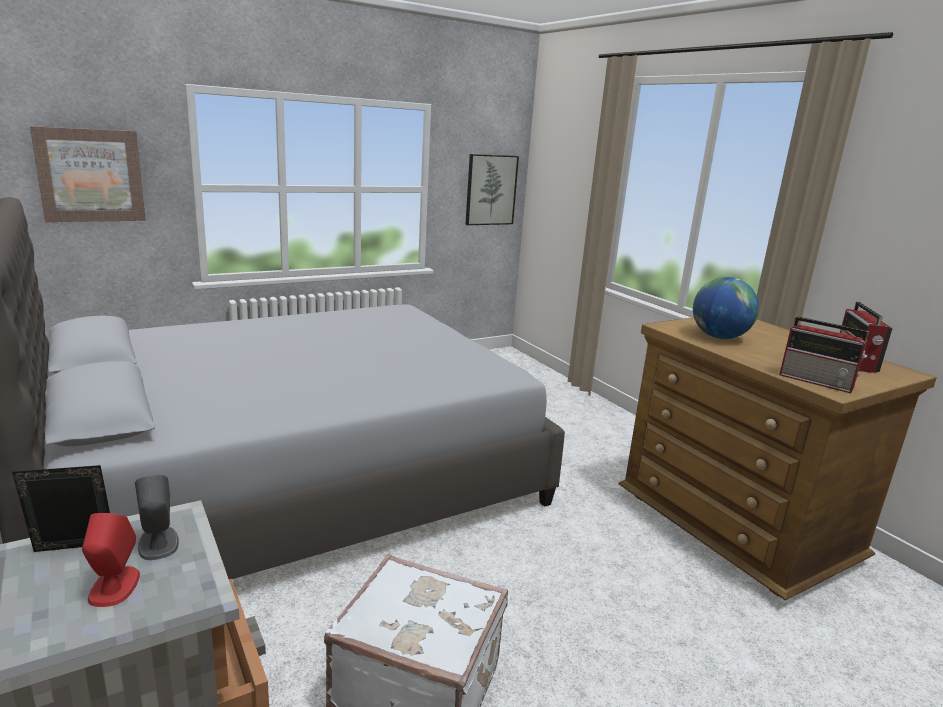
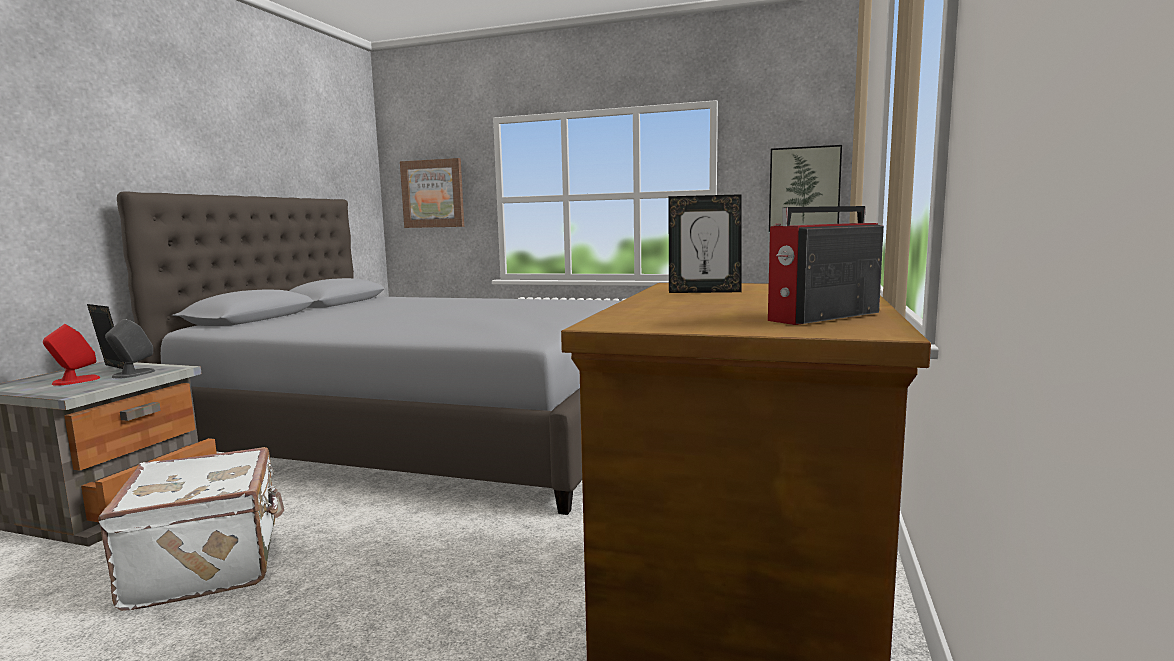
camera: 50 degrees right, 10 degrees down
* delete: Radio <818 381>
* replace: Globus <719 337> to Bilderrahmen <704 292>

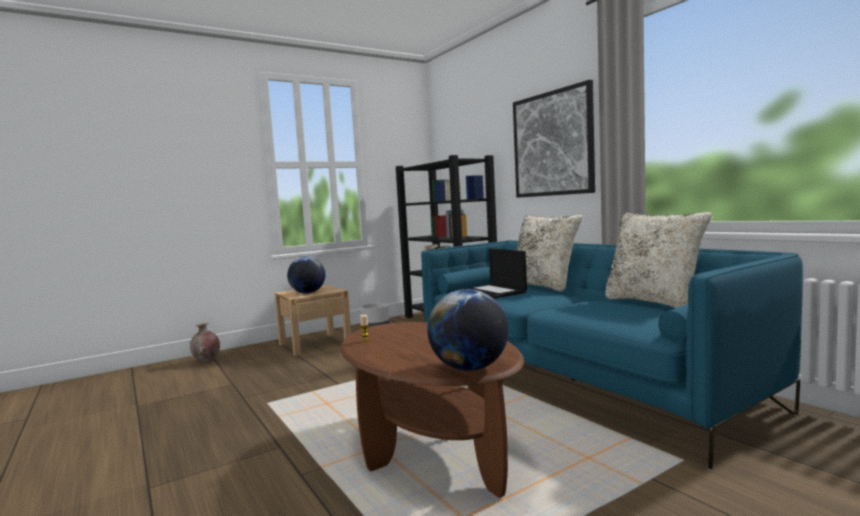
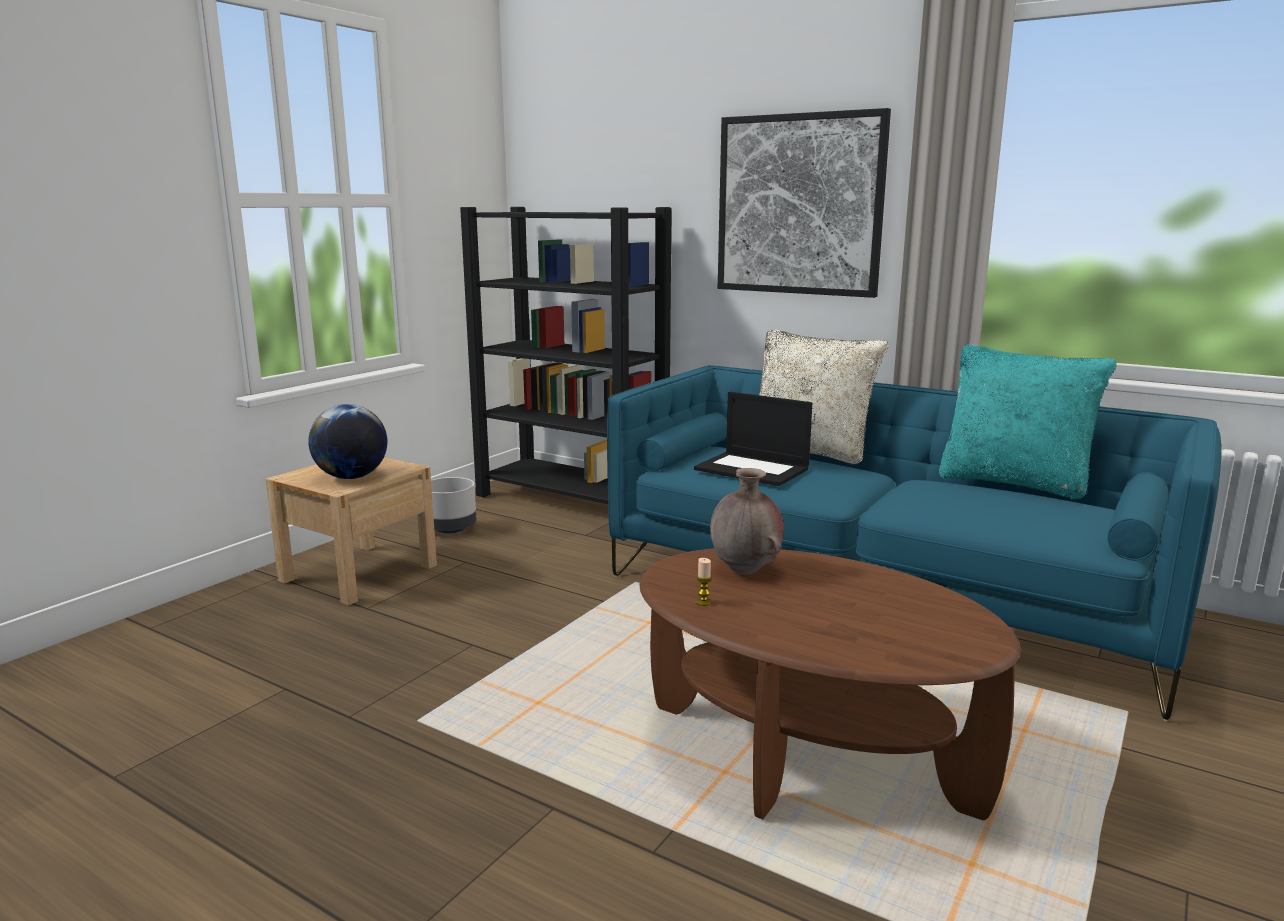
camera: 25 degrees left, 10 degrees up
* delete: Globus <469 368>
* move: Vase (braun) <207 361> to <746 570>
* recolor: Kissen (beige) <653 304> to Kissen (türkis) <1014 486>

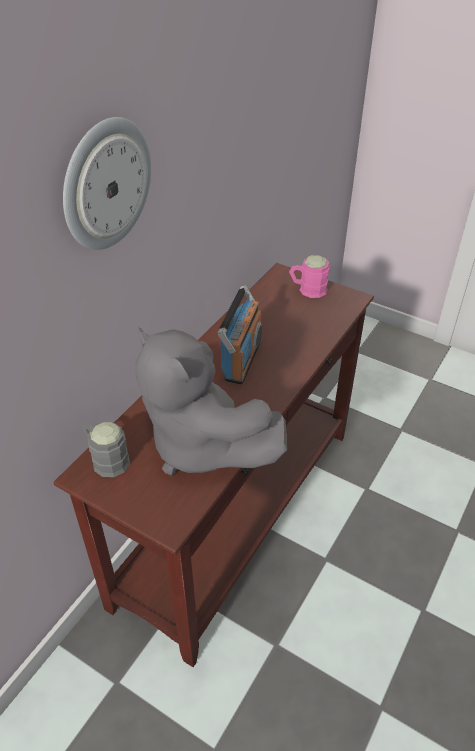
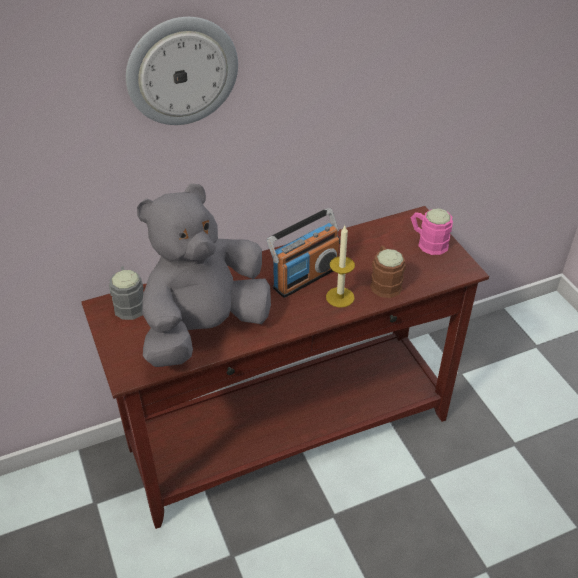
camera: 35 degrees right, 0 degrees up
* insert: Kerze <340 297>
* insert: Henkelbecher (braun) <384 282>
* rotate: Plüschtier (grau) <201 445> = <205 329> 60 degrees clockwise

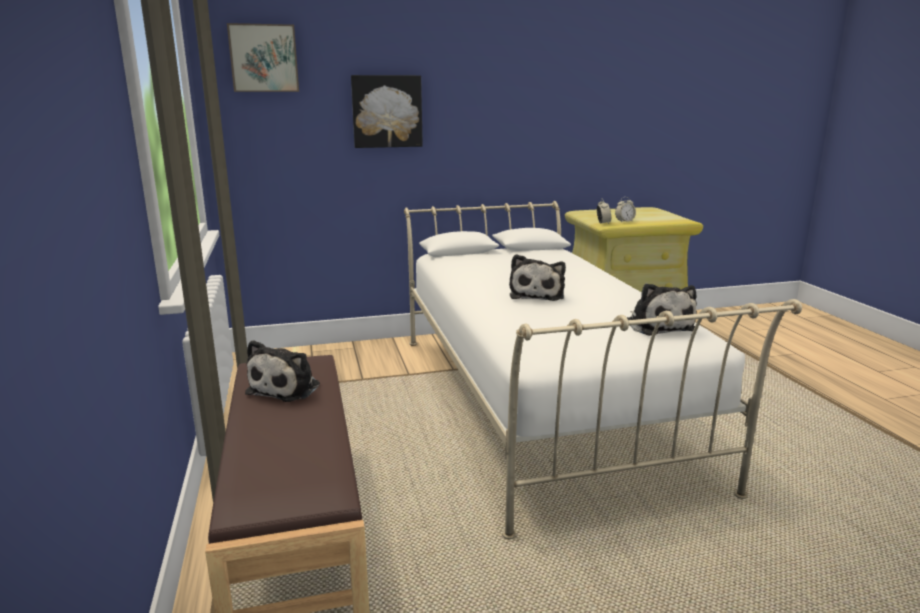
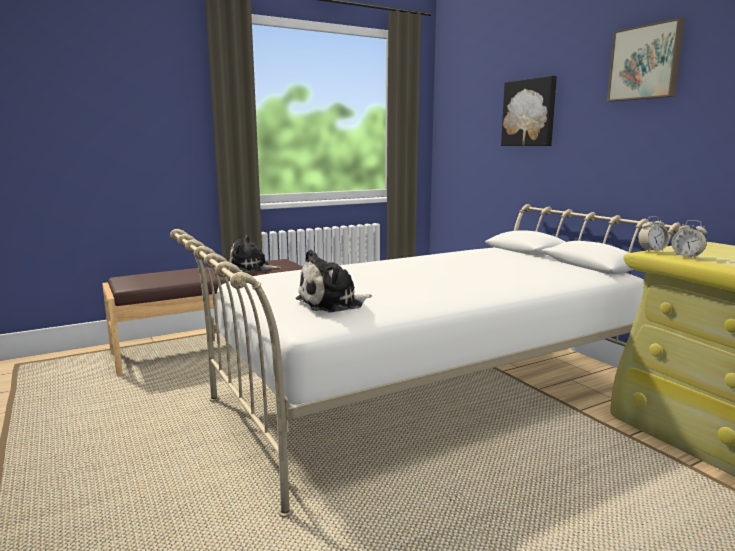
camera: 75 degrees right, 5 degrees down
* delete: Plüschtier <537 294>
* move: Bild <264 58> to <645 63>

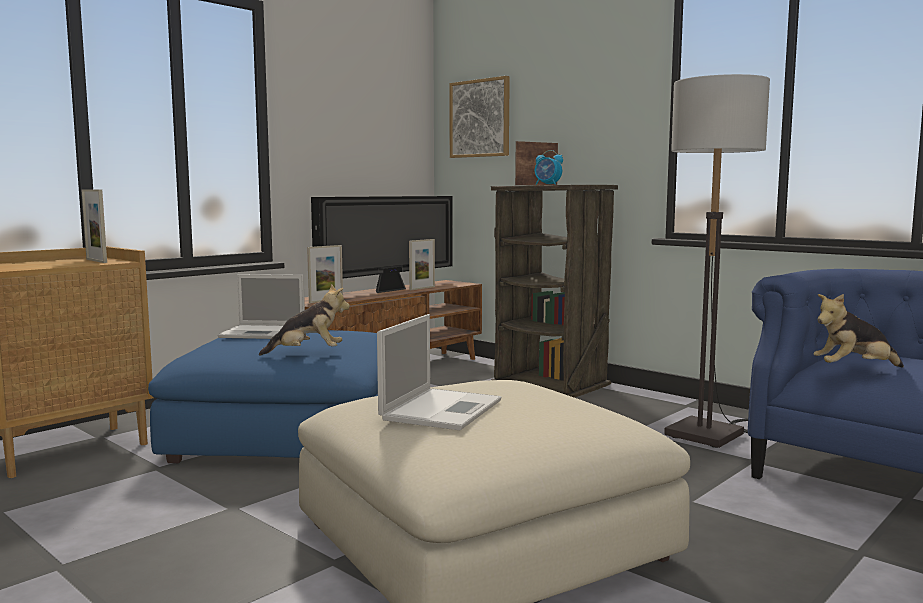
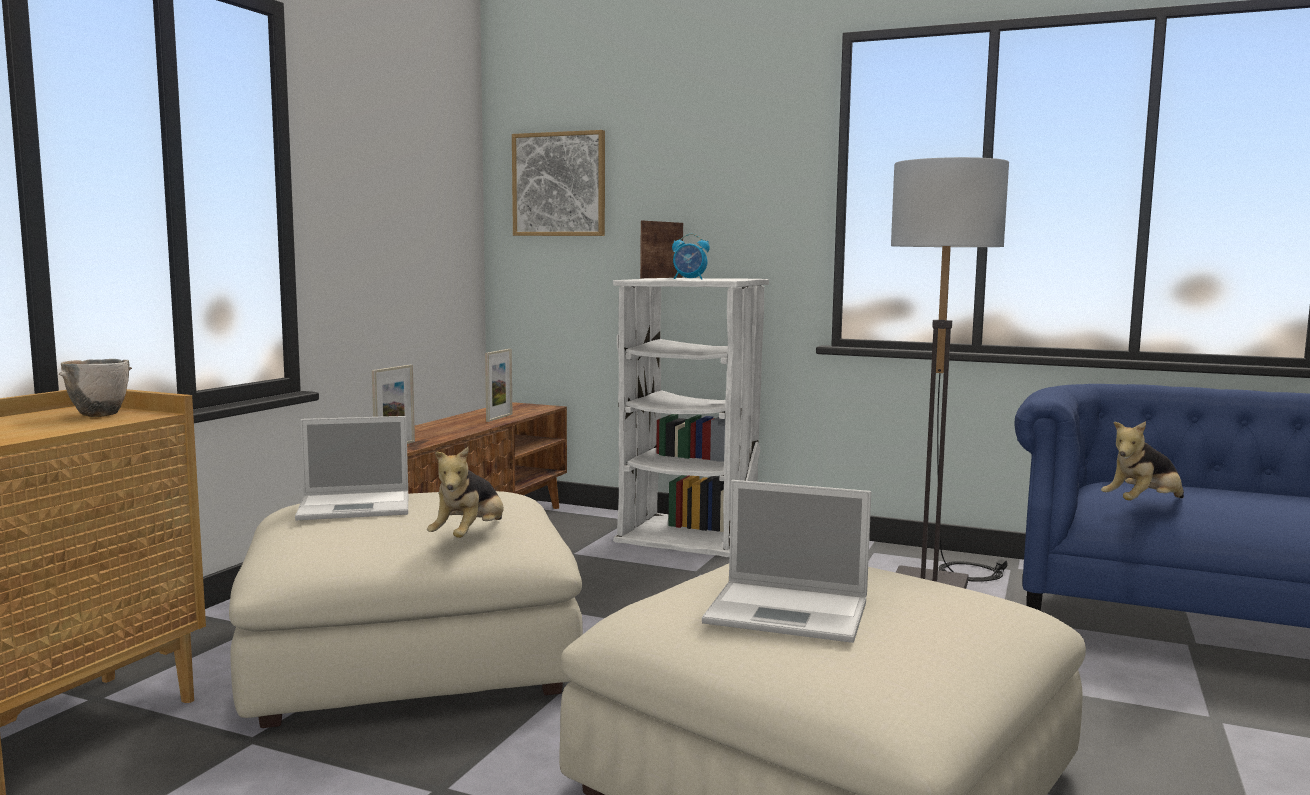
camera: 20 degrees left, 0 degrees up
* delete: Fernseher <389 290>
* replace: Bilderrahmen <96 261> to Schüssel <102 414>
* recolor: Polsterhocker (blau) <292 433> to Polsterhocker (beige) <412 651>
* recolor: Bücherregal (braun) <551 384> to Bücherregal (weiß) <689 536>
* rotate: Plüschtier <308 353> = <470 537> 135 degrees clockwise
* rotate: Laptop <442 409> = <790 612> 105 degrees clockwise

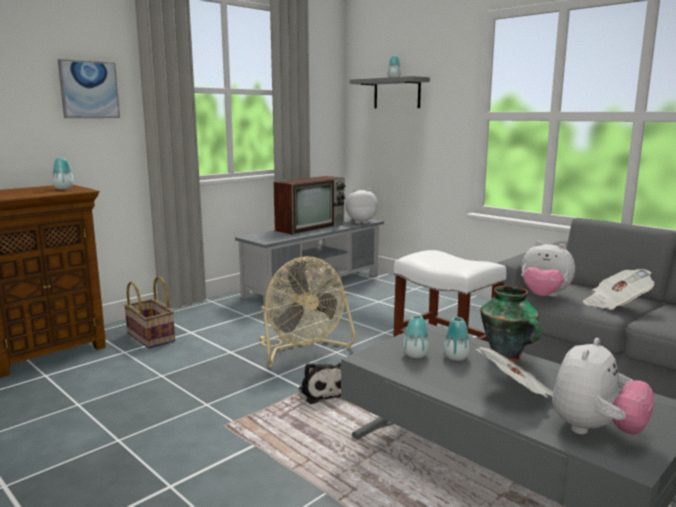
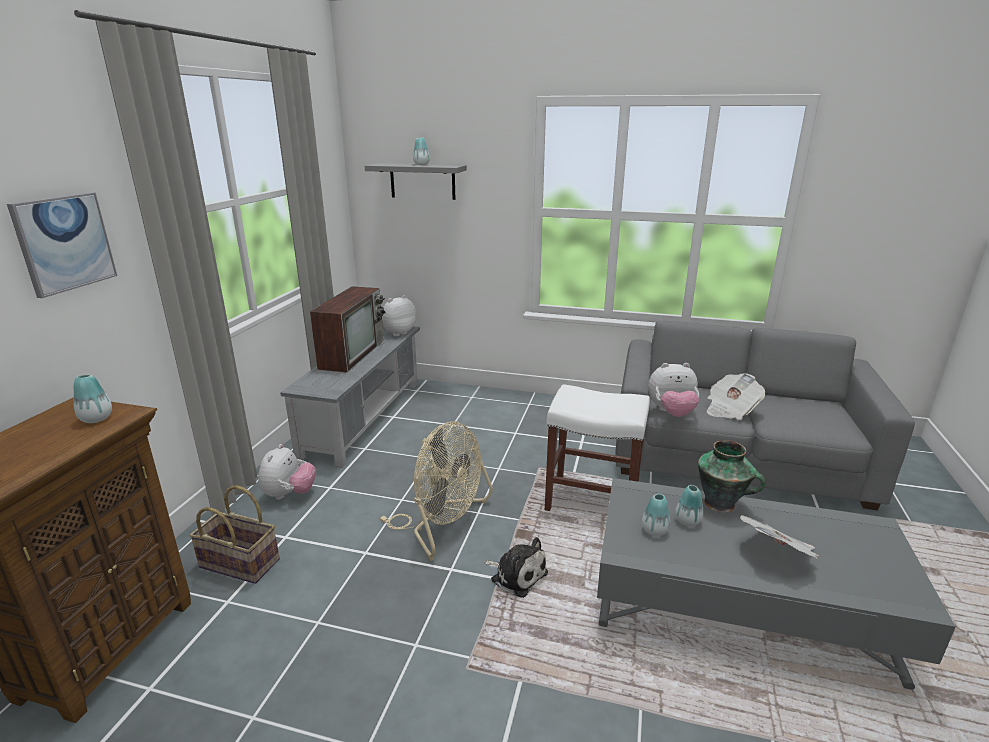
camera: 30 degrees left, 10 degrees up
* move: Plüschtier <595 431> to <289 494>

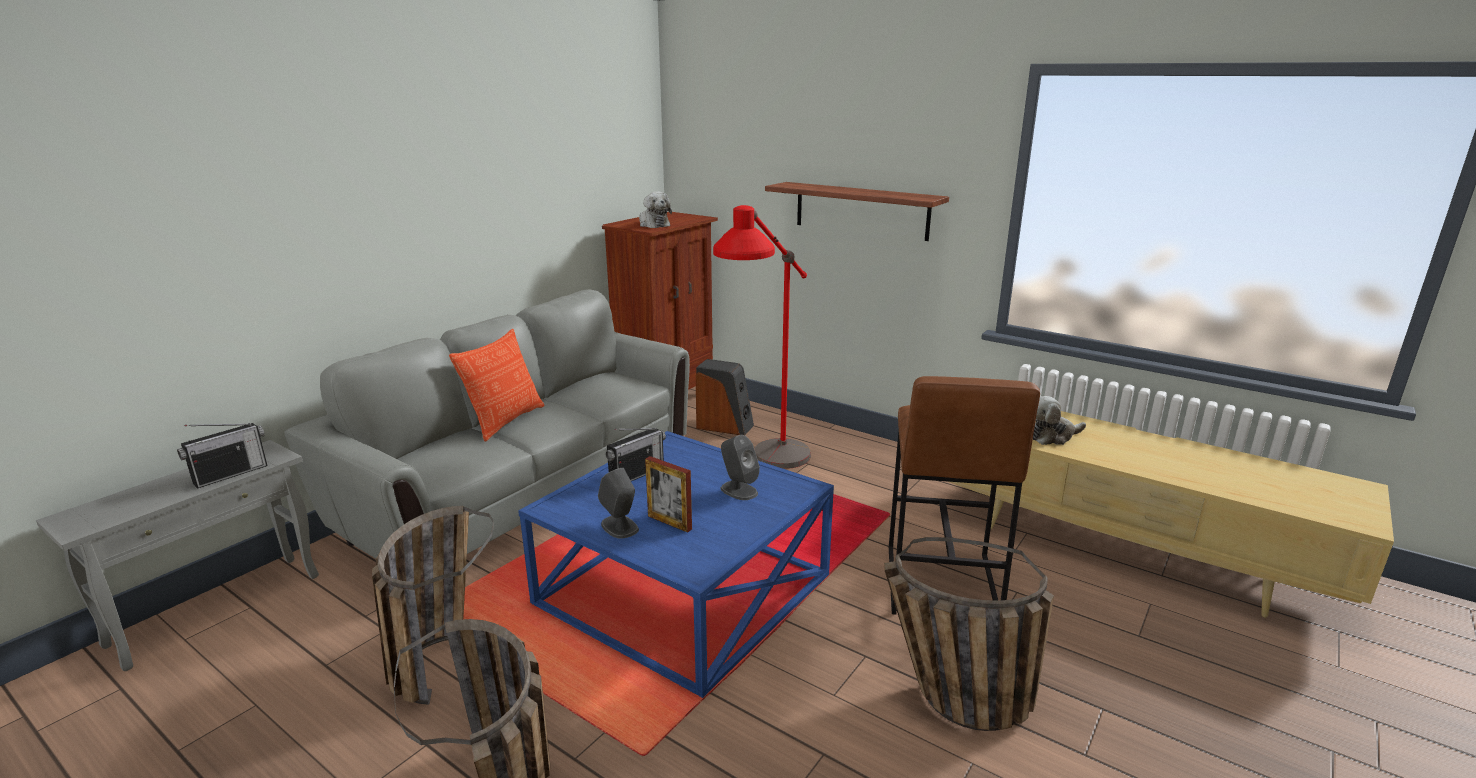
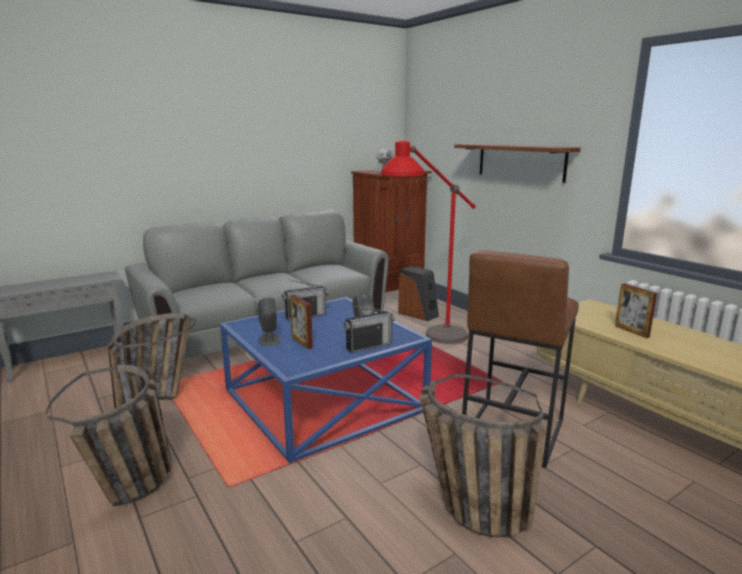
camera: 20 degrees right, 5 degrees down
* delete: Kissen (orange) <505 421>
* move: Radio <230 474> to <368 346>
* replace: Plüschtier <1052 436> to Bilderrahmen <631 331>

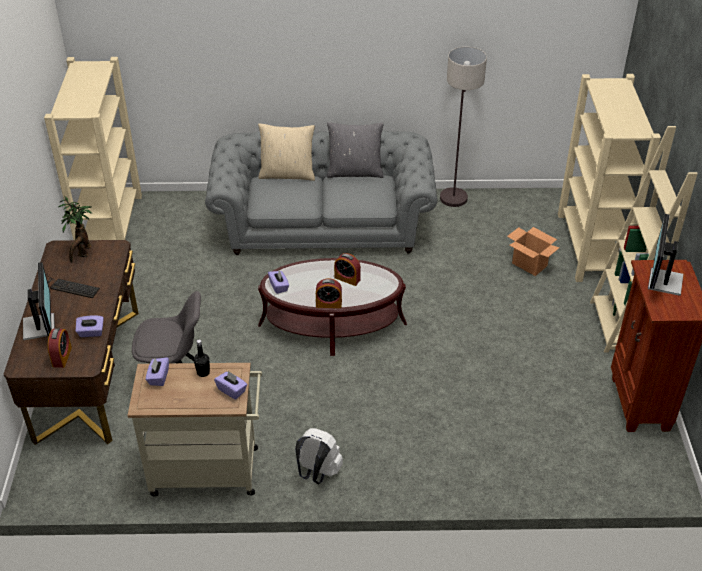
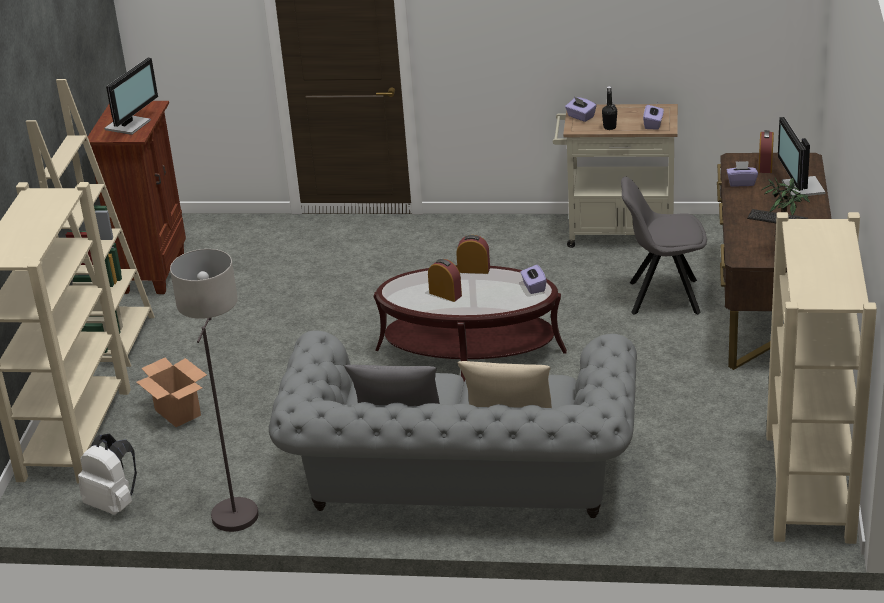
camera: 170 degrees left, 10 degrees down
* move: Rucksack (weiß) <317 473> to <114 504>

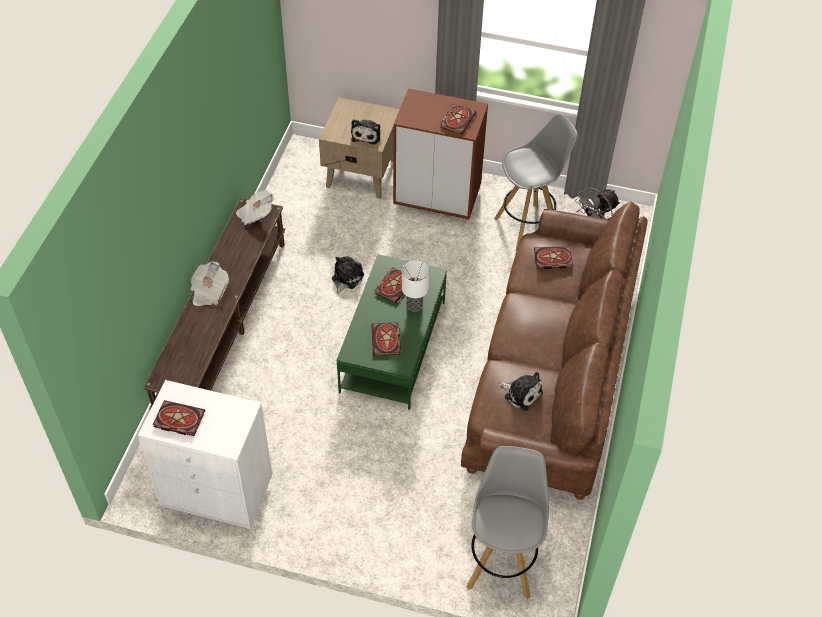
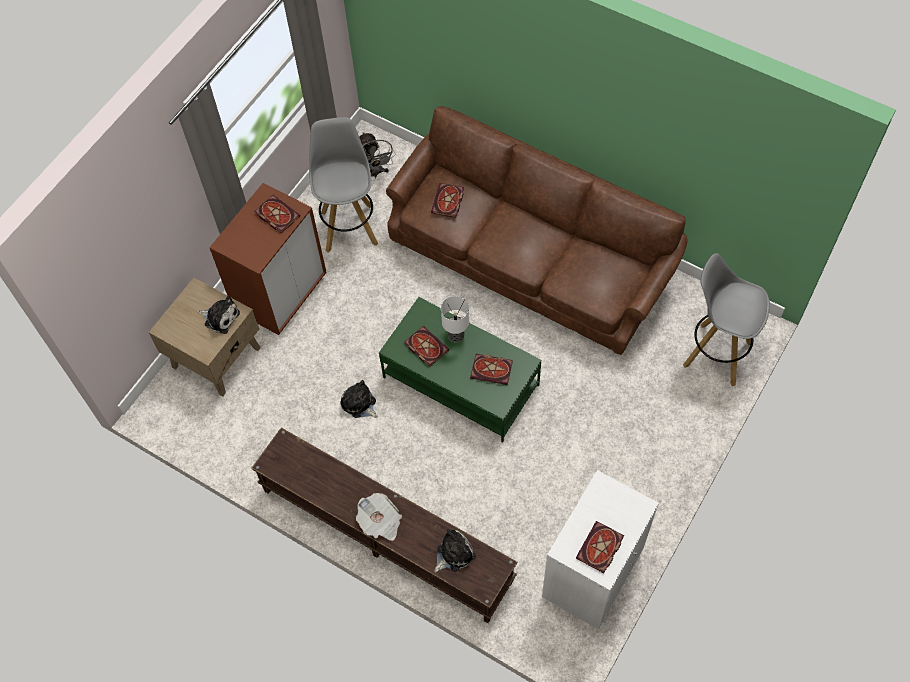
camera: 70 degrees left, 10 degrees up
* delete: Zeitung <255 214>
* move: Plüschtier <521 393> to <453 554>

